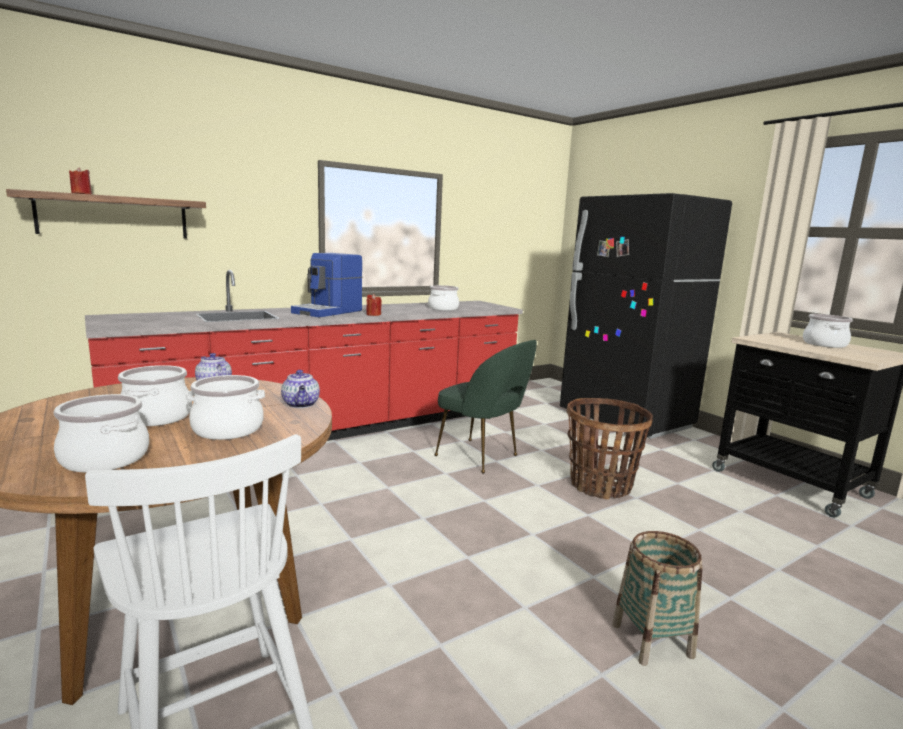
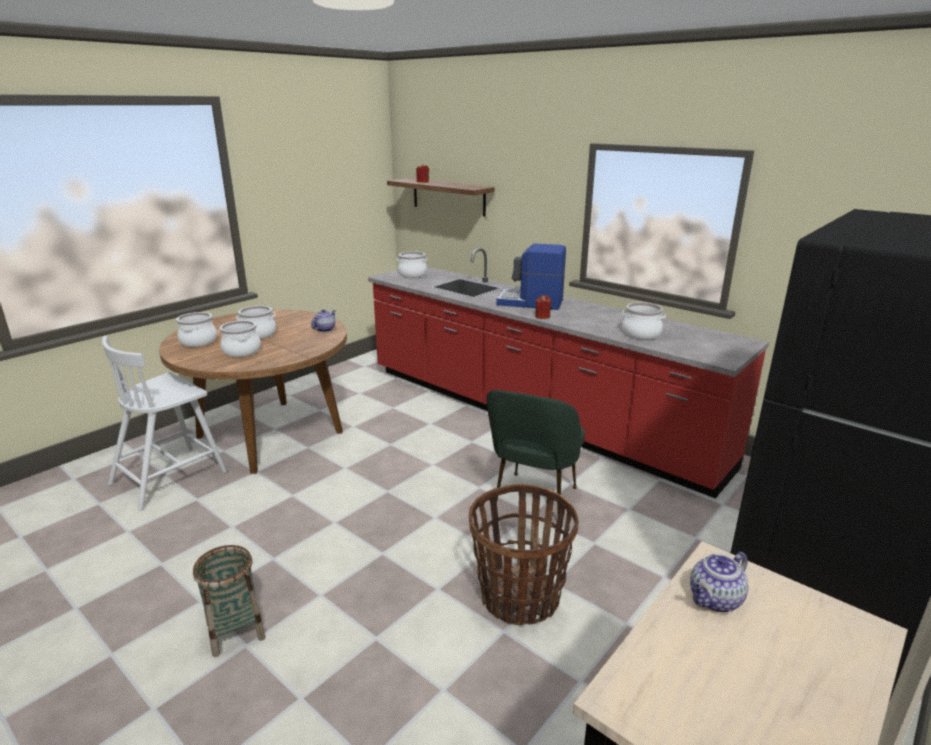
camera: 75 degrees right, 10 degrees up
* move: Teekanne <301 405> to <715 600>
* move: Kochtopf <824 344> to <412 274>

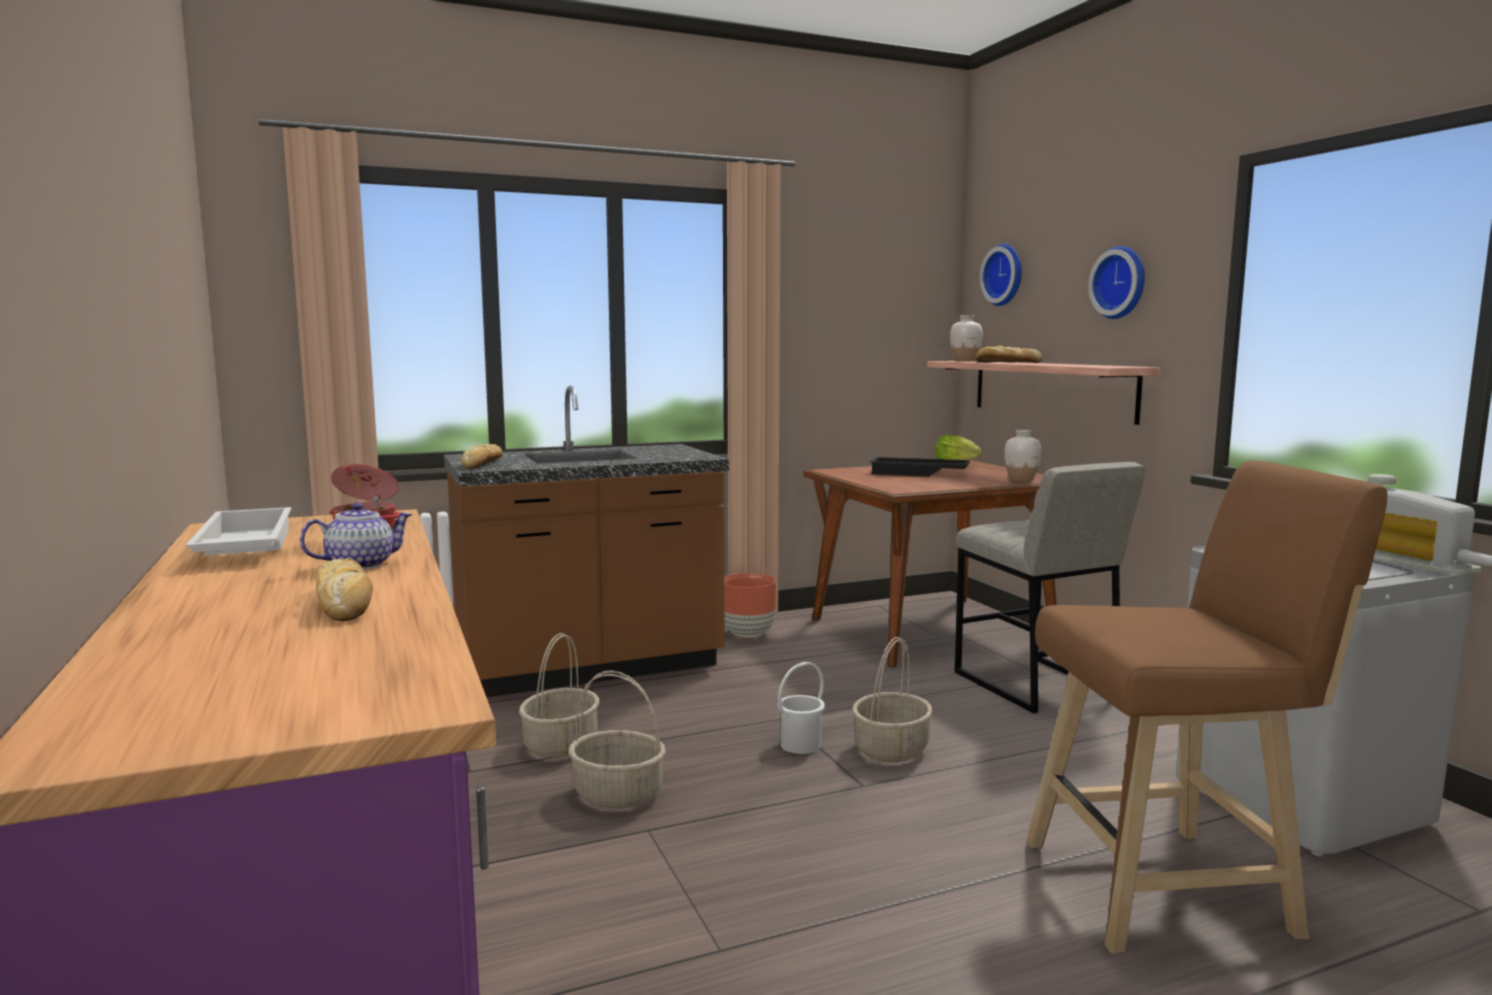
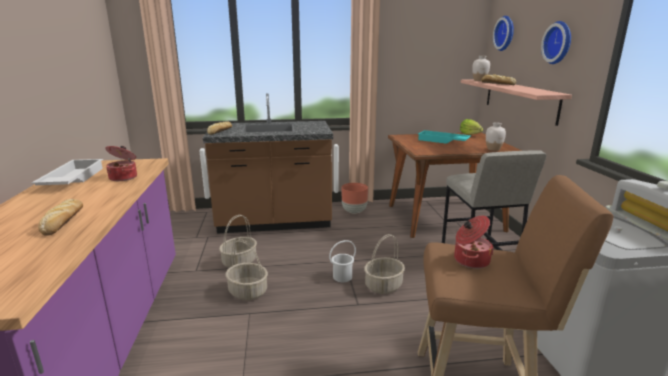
camera: 15 degrees right, 10 degrees up
* delete: Teekanne <361 564>
* insert: Kochtopf <470 260>
* recolor: Tablett (schwarz) <918 474> to Tablett (türkis) <442 141>

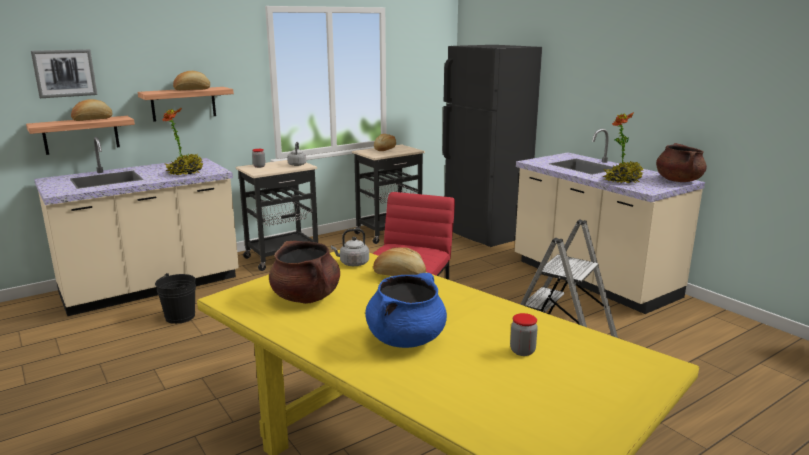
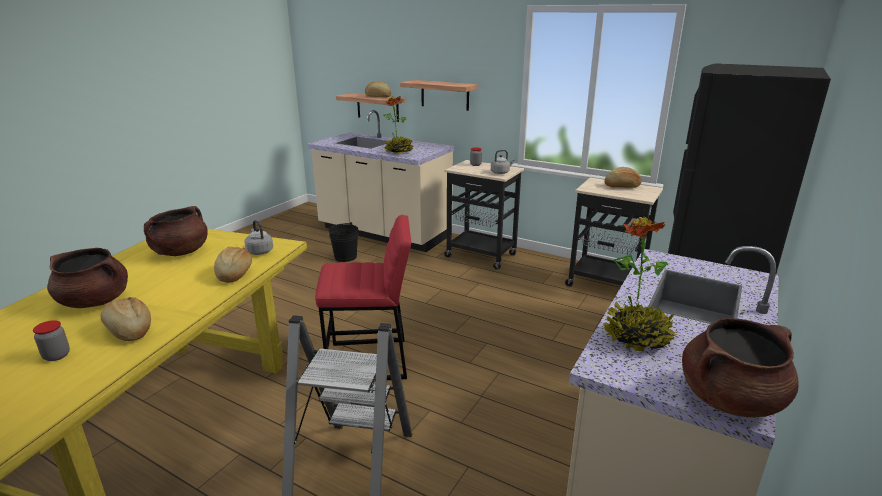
camera: 65 degrees right, 5 degrees up
* delete: Bild <64 73>
* move: Brot <192 89> to <128 330>
* recolor: Kochtopf (blau) <406 339> to Kochtopf (braun) <95 301>

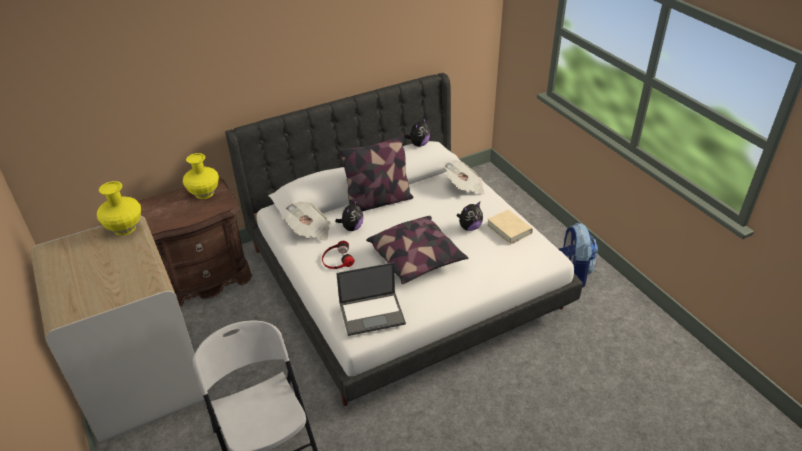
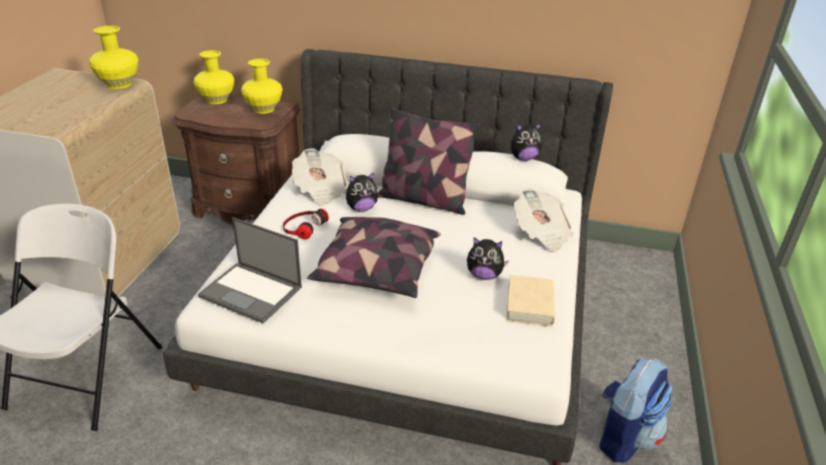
camera: 40 degrees right, 5 degrees down
* insert: Vase (gelb) <216 100>

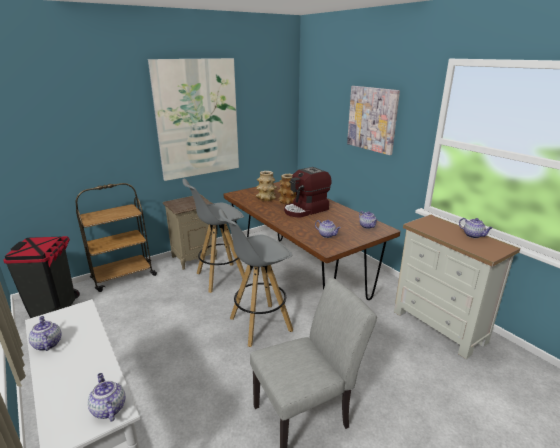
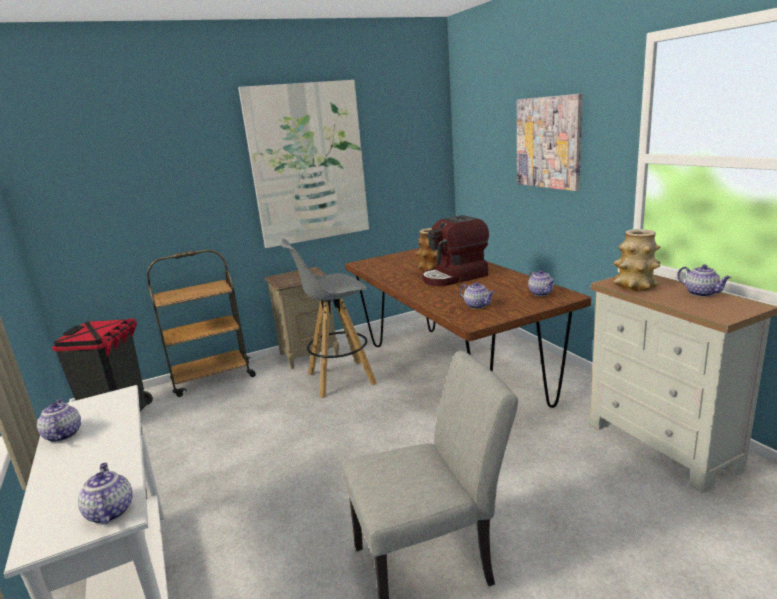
camera: 10 degrees right, 5 degrees down
* delete: Hocker (grau) <259 324>
* move: Vase <266 198> to <635 287>

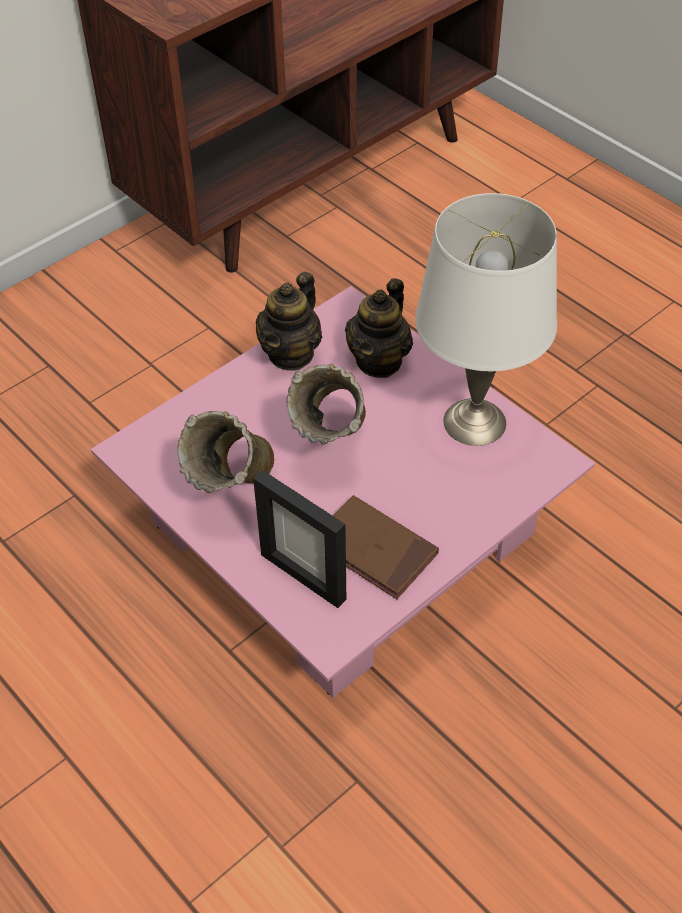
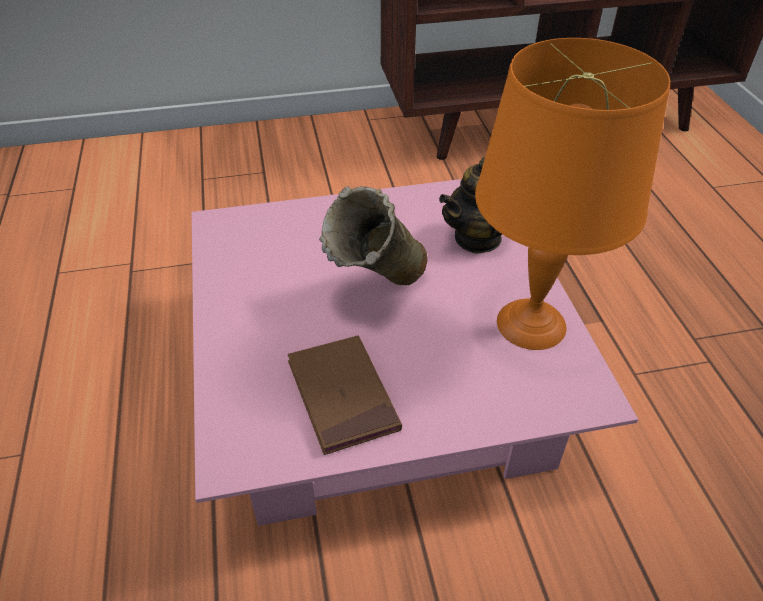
camera: 30 degrees right, 5 degrees down
* delete: Vase (beige) <234 498>
* delete: Bilderrahmen <304 575>
* delete: Teekanne <291 354>
* recolor: Tischlampe (weiß) <474 422> to Tischlampe (orange) <530 324>

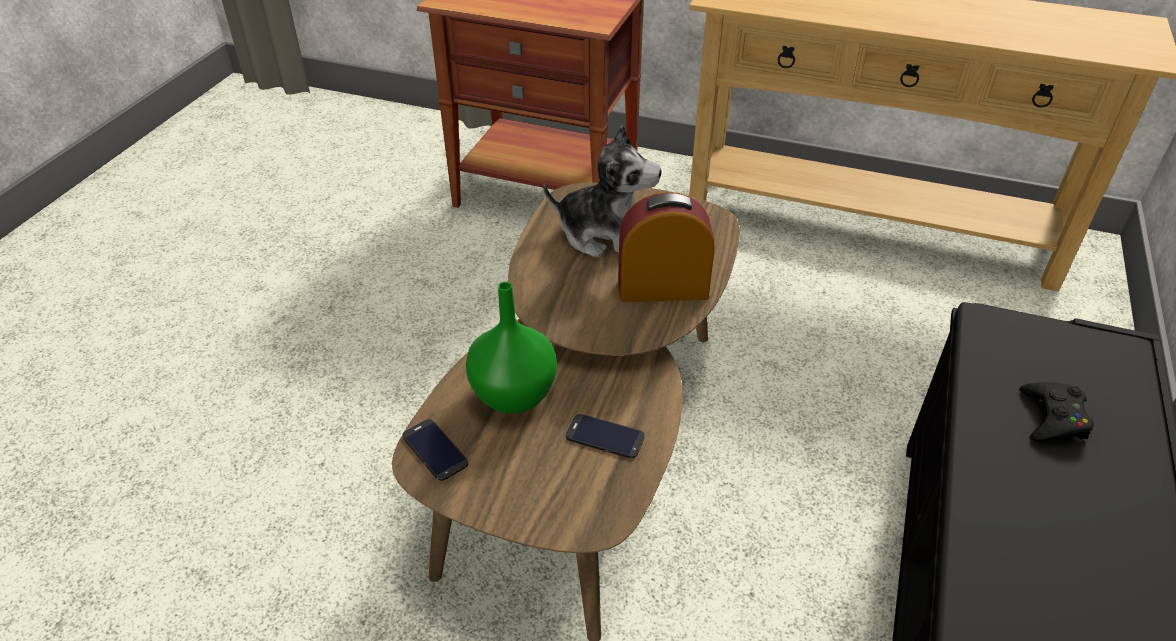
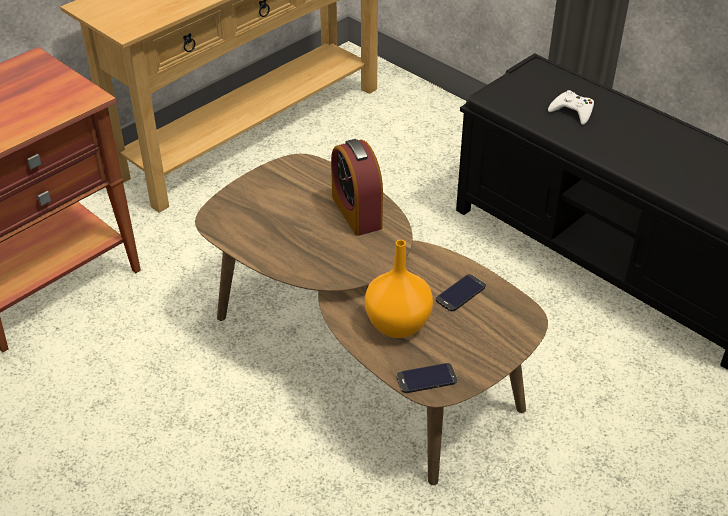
camera: 65 degrees left, 0 degrees up
* delete: Plüschtier <605 235>
* recolor: Vase (grün) <513 394> to Vase (orange) <396 325>
* recolor: Gamepad (schwarz) <1053 418> to Gamepad (weiß) <572 111>
* rotate: Wecker <662 288> = <356 212> 45 degrees counterclockwise

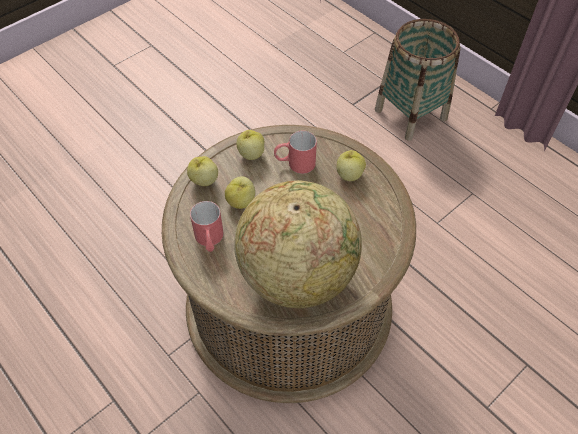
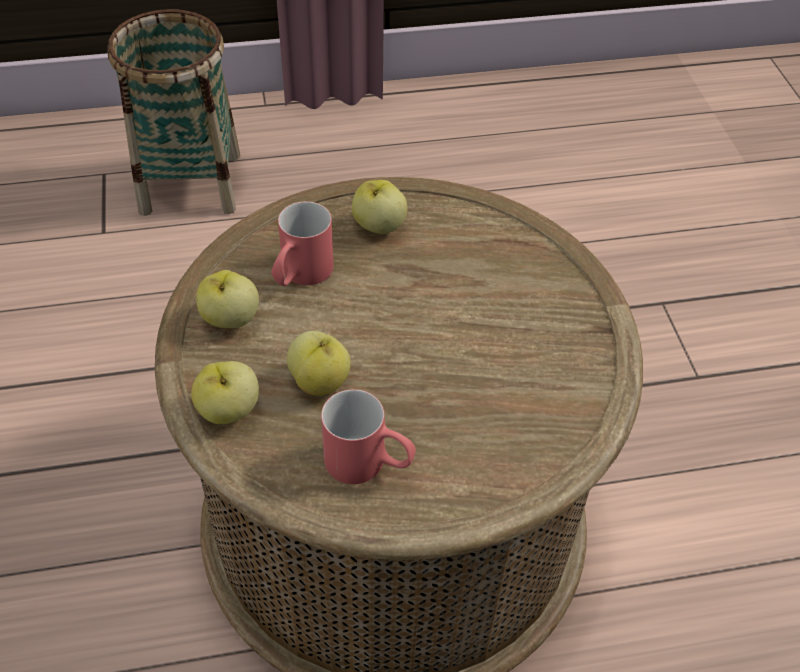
camera: 60 degrees left, 5 degrees down
* delete: Globus <297 275>

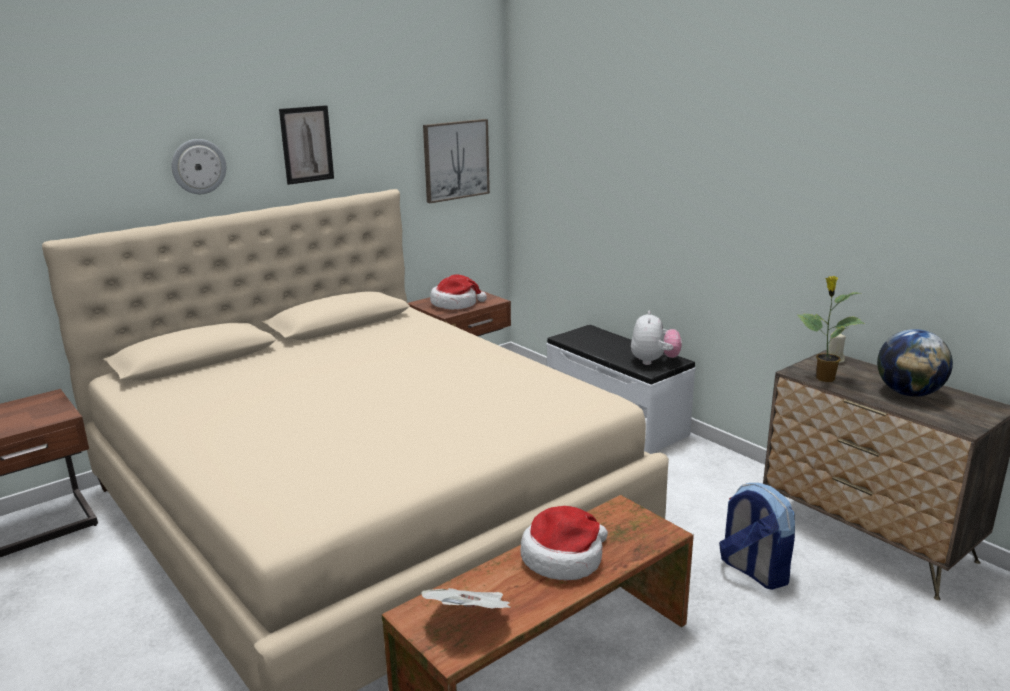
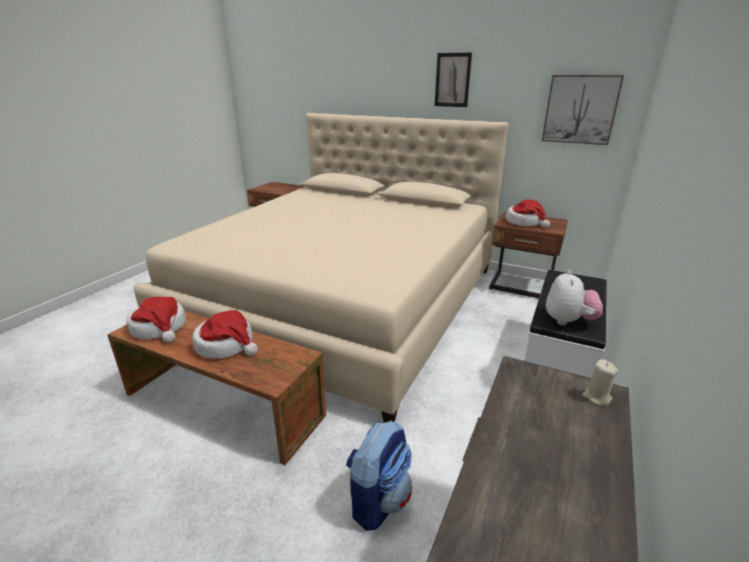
camera: 65 degrees right, 5 degrees up
* delete: Wanduhr <198 166>
* delete: Topfpflanze <824 378>
* delete: Globus <908 393>
* replace: Zeitung <470 617> to Hut <160 328>
* rotate: Plüschtier <654 361> = <568 321> 60 degrees counterclockwise

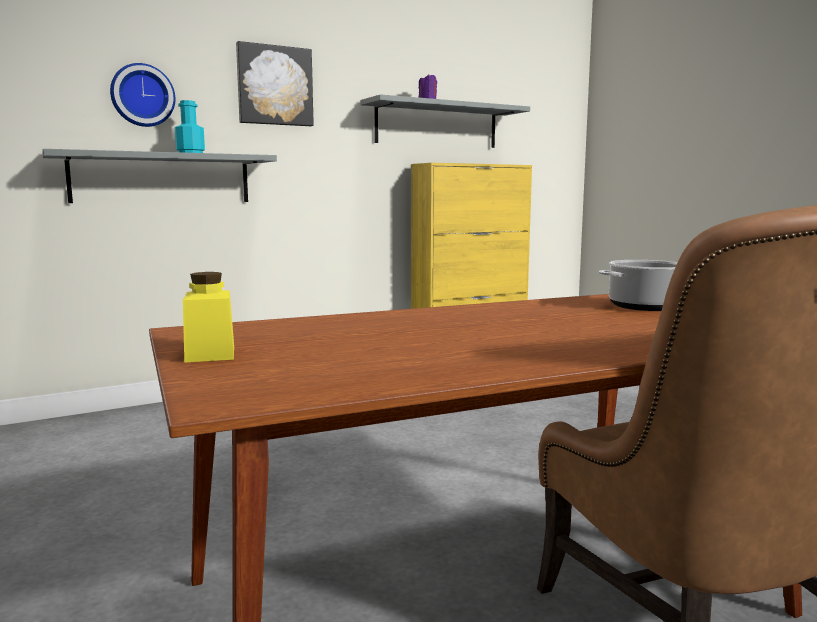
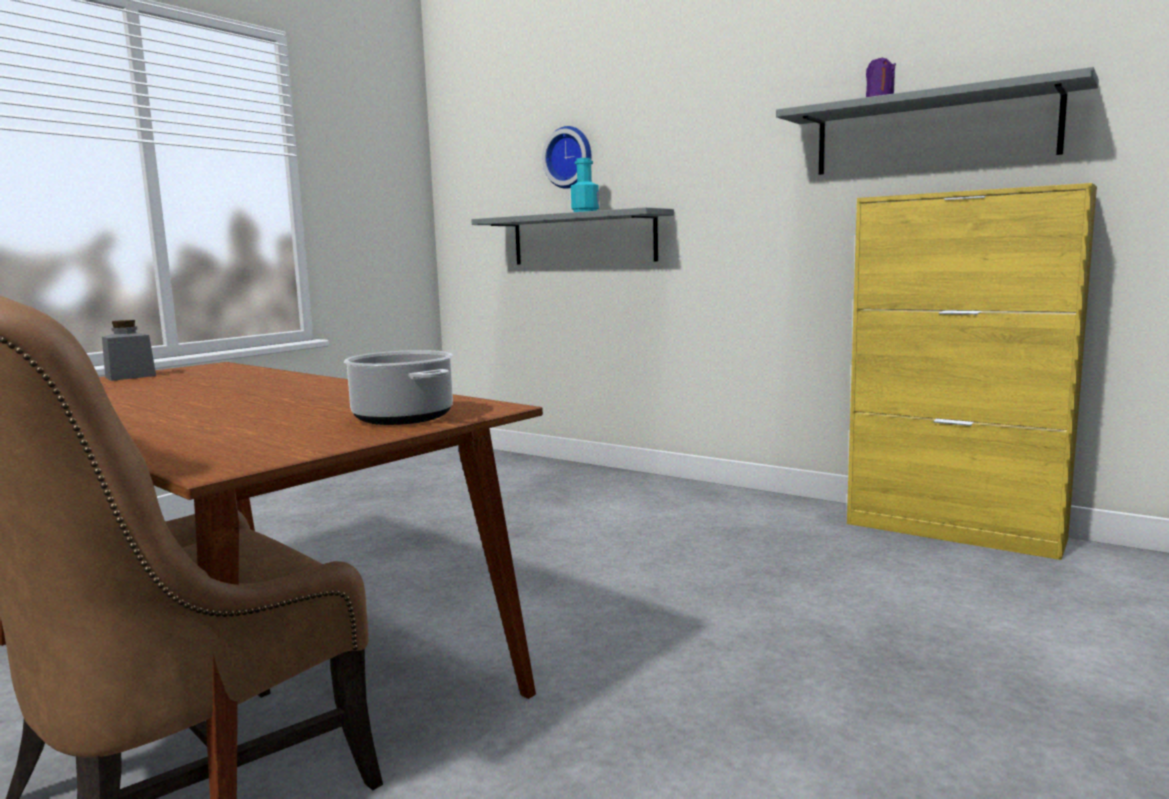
camera: 65 degrees right, 0 degrees up
* delete: Bild <274 86>
* recolor: Vorratsglas (gelb) <210 354> to Vorratsglas (grau) <130 376>

